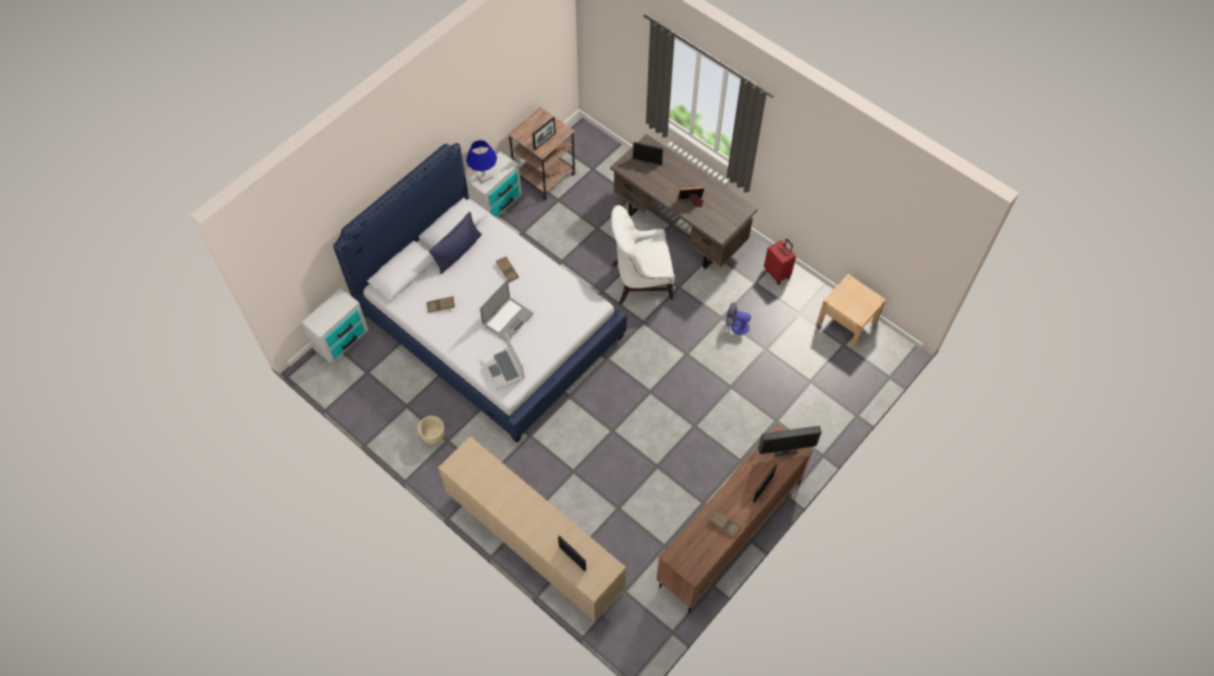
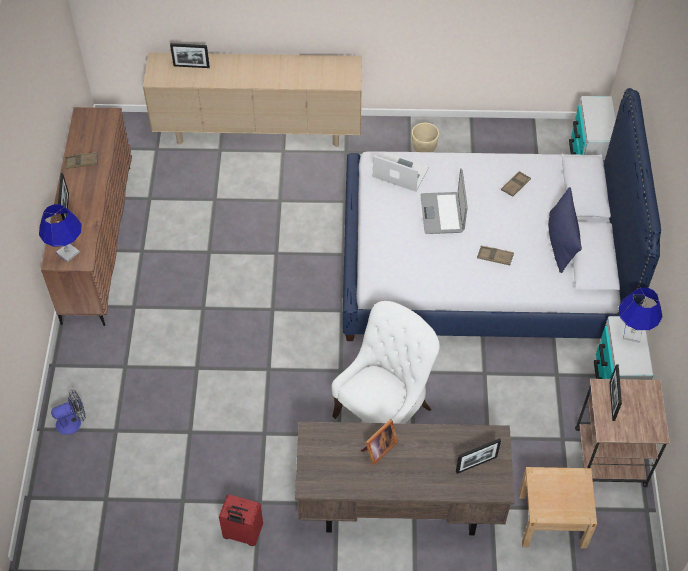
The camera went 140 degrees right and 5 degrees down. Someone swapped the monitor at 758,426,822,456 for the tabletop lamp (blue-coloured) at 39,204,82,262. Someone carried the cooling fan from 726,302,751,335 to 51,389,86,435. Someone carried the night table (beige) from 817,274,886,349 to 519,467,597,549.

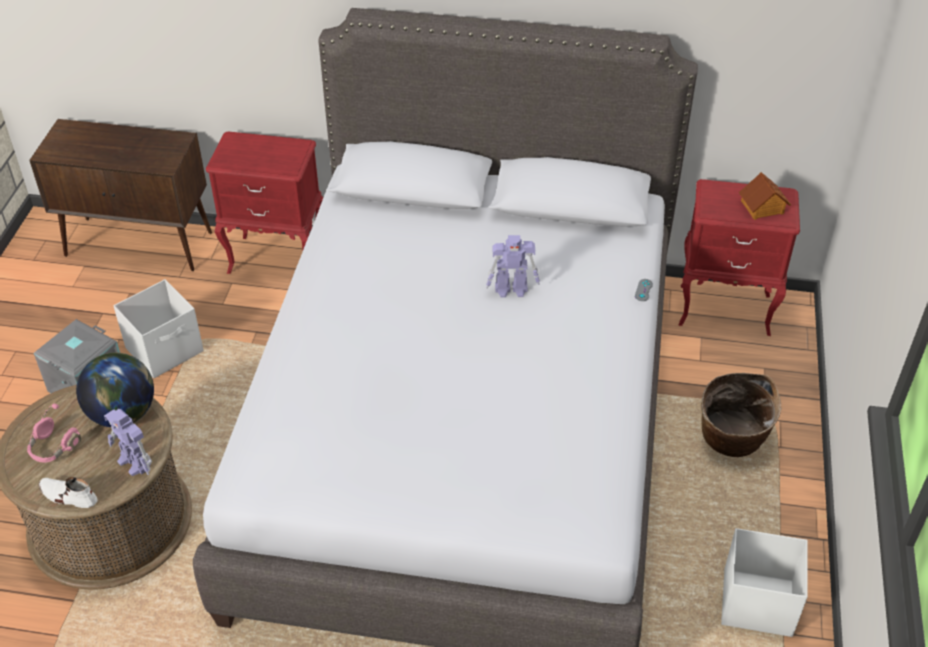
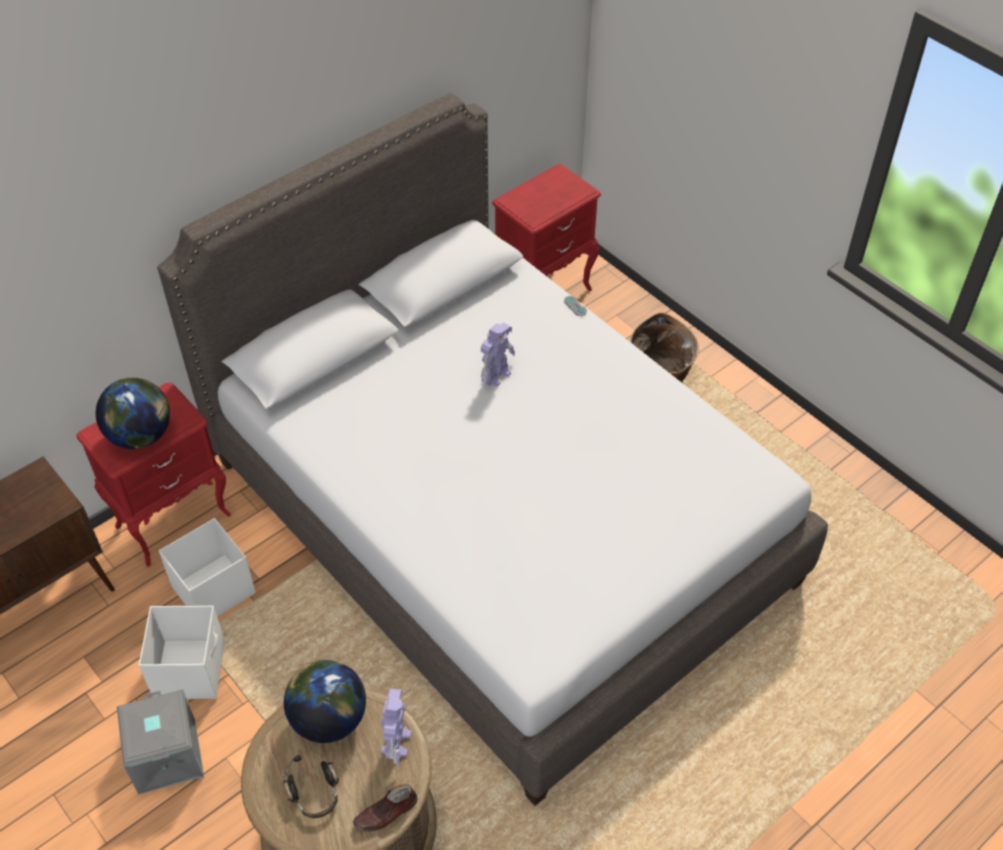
The camera went 50 degrees left and 5 degrees up. Someone put down the globe at 96,378,170,449. Someone carried the storage bin (white-coloured) from 721,528,808,637 to 159,518,256,617. Someone repainted the headset (pink-coloured) at 27,404,81,463, which became the headset (black) at 283,755,339,818. Someone repainted the low shoe (white-coloured) at 38,477,98,508, which became the low shoe (brown-coloured) at 353,784,418,831. Someone rotated the toy robot at 104,409,152,476 by 75 degrees counterclockwise. Someone took away the miniature house at 739,172,791,220.

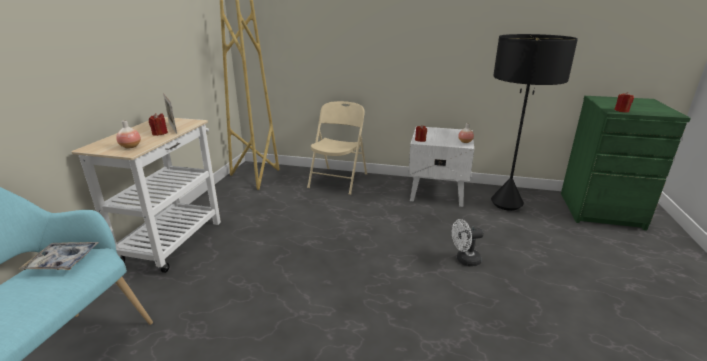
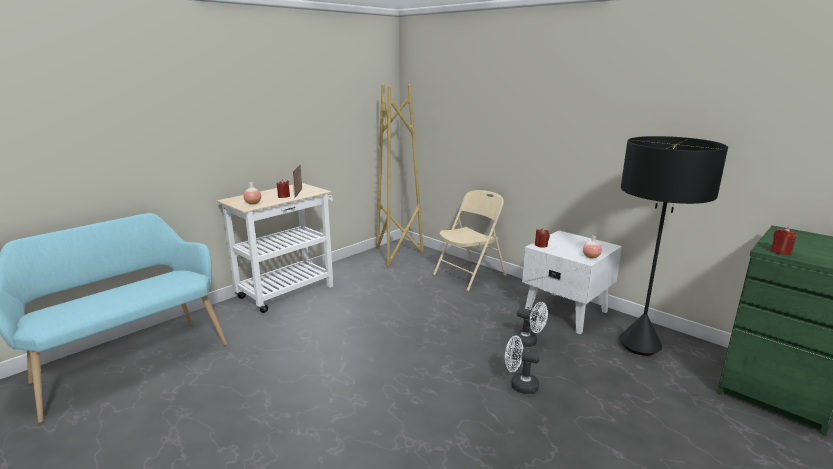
The camera went 30 degrees right and 5 degrees down. Someone put down the cooling fan (white-coloured) at 513,302,548,347. Someone took away the tray at 17,242,99,270.

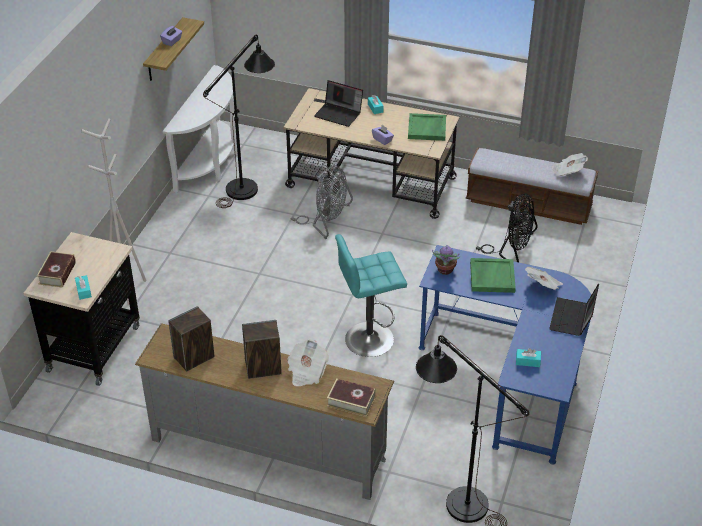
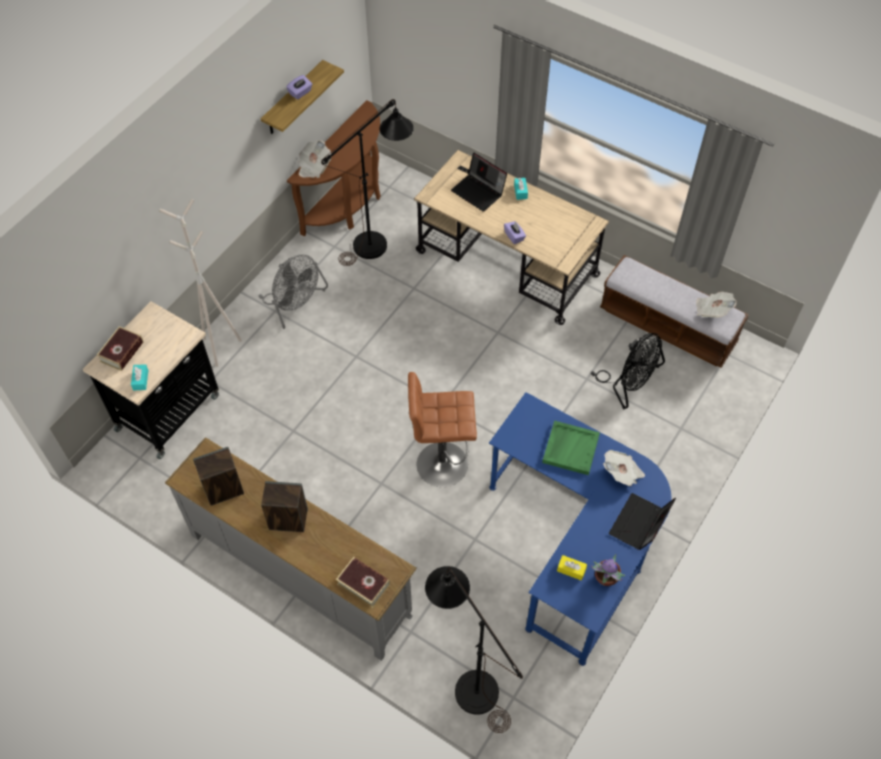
The camera went 15 degrees right and 15 degrees up. Someone carried the cooling fan (gray) from 291,165,353,239 to 258,255,328,329. Someone repainted the console table (white-coloured) at 163,65,238,193, which became the console table (brown-coloured) at 287,100,381,236. Someone carried the newspaper from 287,339,329,386 to 298,140,331,178. Someone repainted the stool (blue-green) at 335,234,407,357, which became the stool (brown-coloured) at 408,372,477,487. Someone repainted the box of tissues (blue-green) at 516,348,541,367, which became the box of tissues (yellow-coloured) at 557,555,587,580. Someone carried the potted plant from 432,245,461,275 to 591,554,625,586. Someone took away the tray (greenish) at 408,113,446,141.

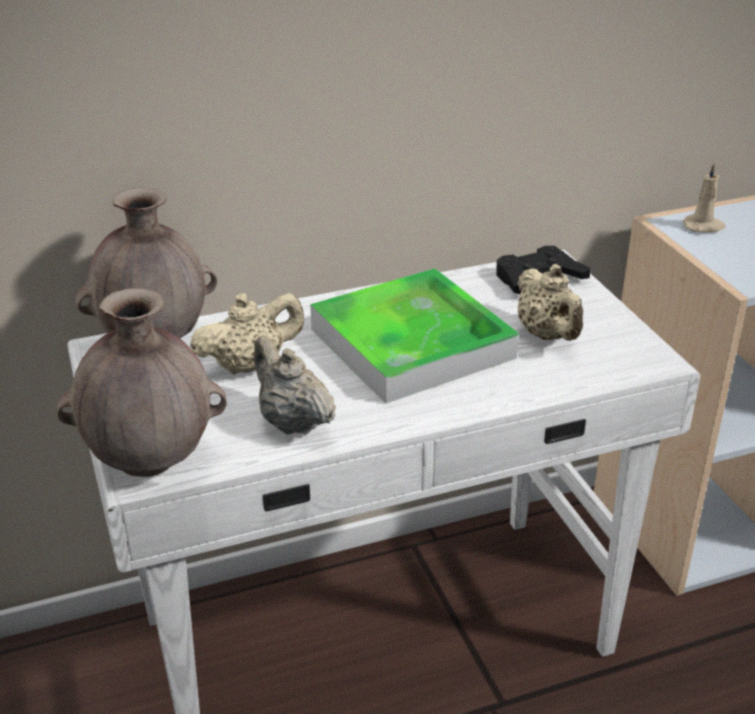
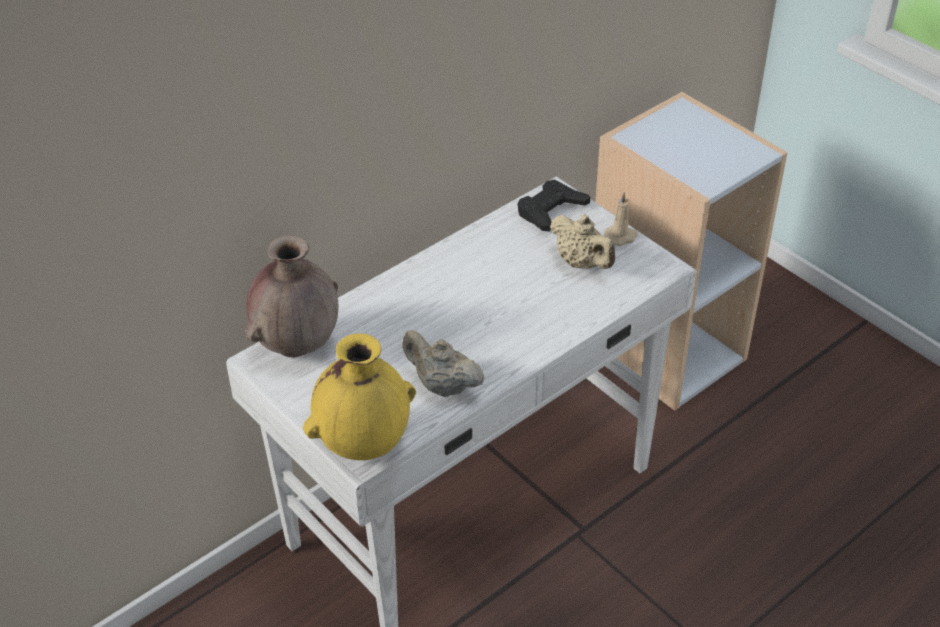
The camera went 20 degrees left and 10 degrees up. Someone repainted the flower vase (brown-coloured) at 56,288,227,477, which became the flower vase (yellow-coloured) at 303,334,416,460. Someone carried the candle (beige) from 683,162,725,232 to 604,192,638,246. Someone took away the teapot (beige) at 190,293,304,375. Someone took away the tray at 310,268,519,404.

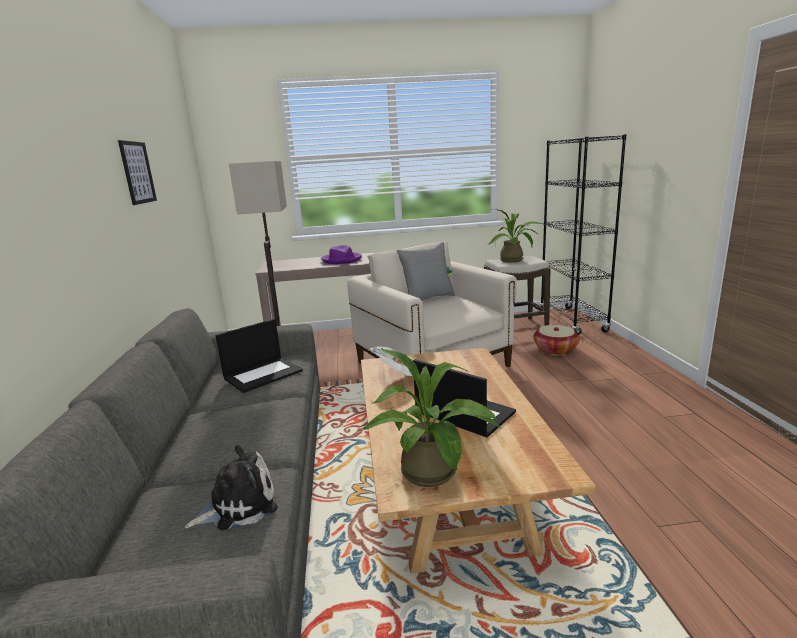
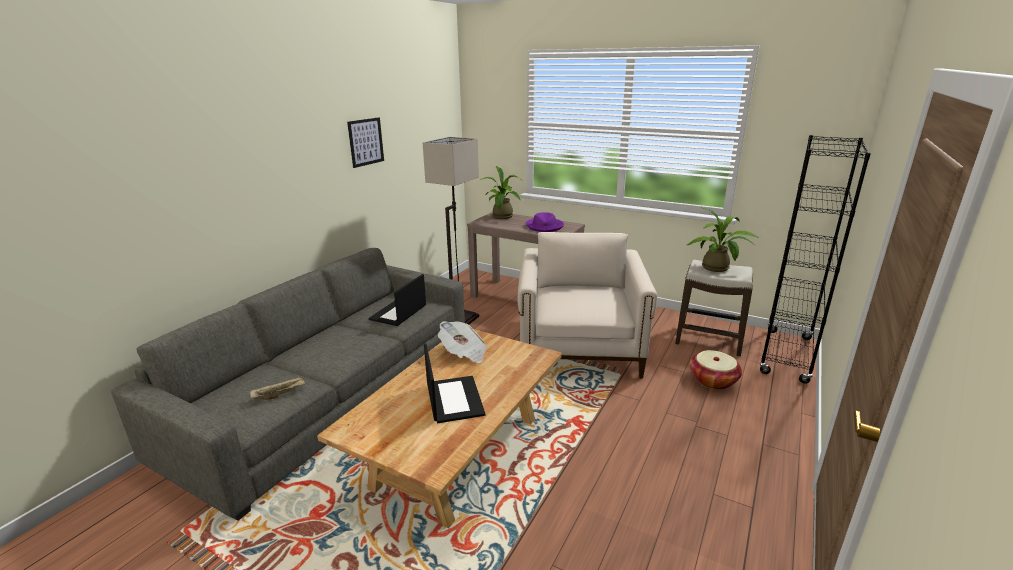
The camera went 35 degrees right and 5 degrees up. Someone swapped the soft toy at 185,445,277,530 for the tray (beige) at 250,376,305,400. Someone rotated the portable computer at 215,319,303,393 by 120 degrees clockwise. Someone carried the potted plant from 362,348,501,487 to 480,166,521,219. Someone took away the cushion (gray) at 397,242,455,300.

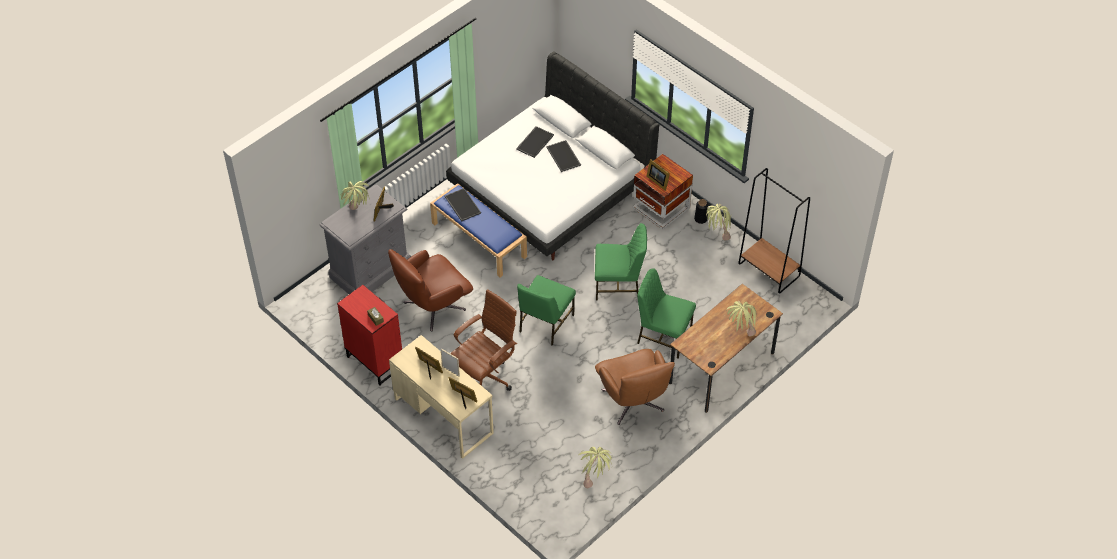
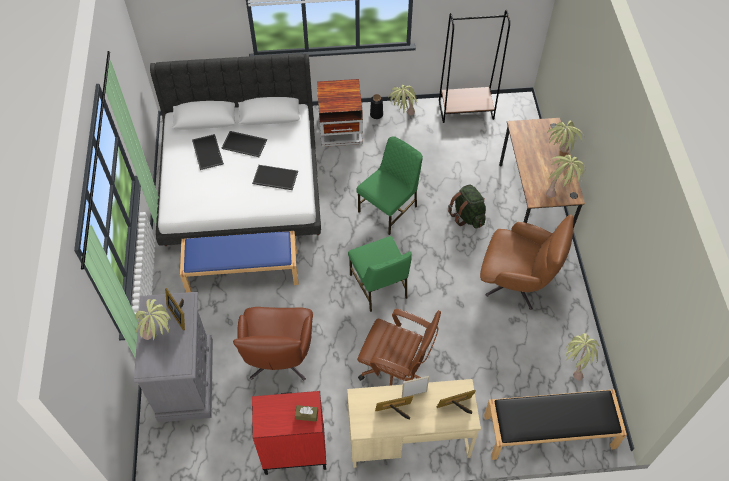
The camera went 50 degrees left and 5 degrees up. Someone carried the tray from 445,188,481,222 to 252,165,298,190. Someone rotated the computer chair (brown-coloured) at 450,289,517,391 by 120 degrees clockwise. Someone swapped the upright chair (greenish) at 637,268,696,359 for the knapsack (greenish) at 448,185,486,228. Someone put down the bench (black) at 484,389,627,460. Someone put down the potted plant at 546,155,586,198. Someone took away the picture frame at 646,159,670,191.

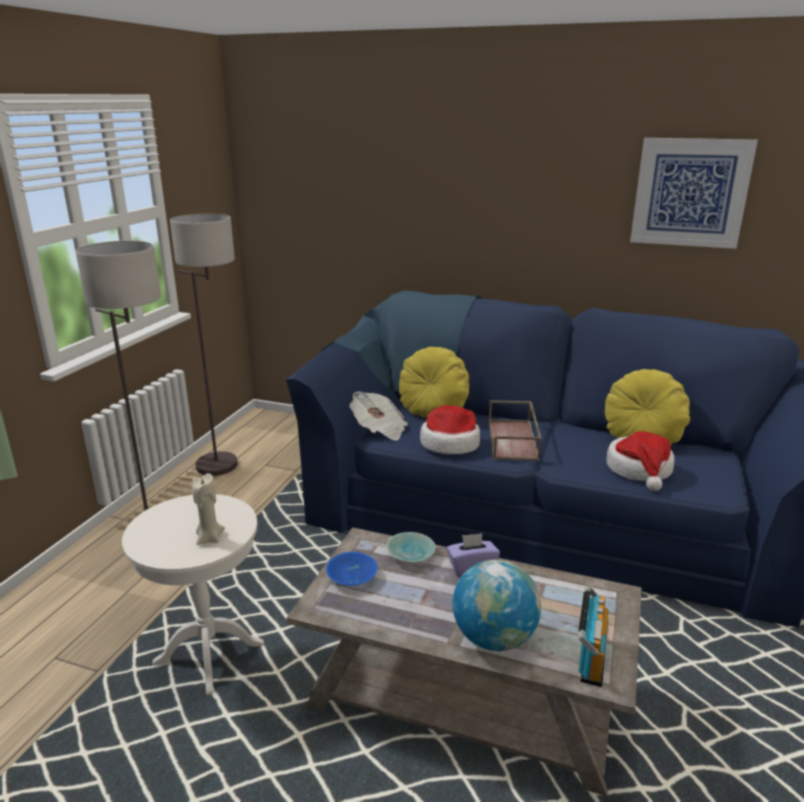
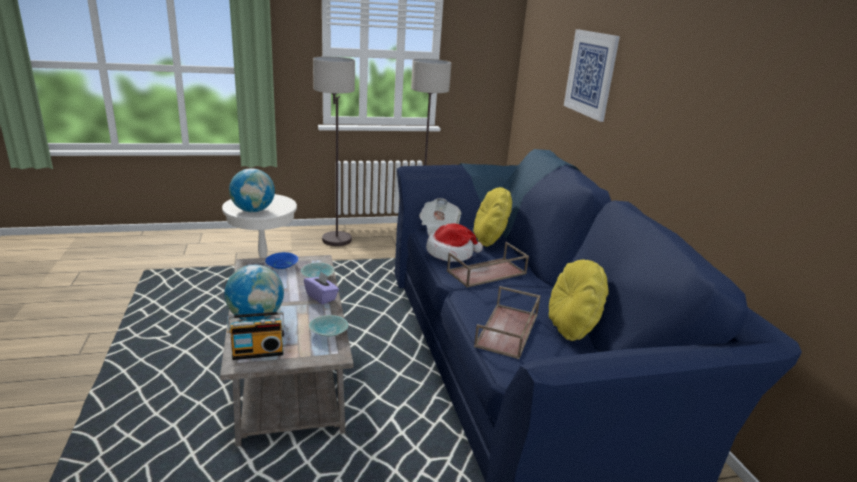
The camera went 55 degrees right and 0 degrees up. Someone swapped the candle (beige) at 192,473,225,545 for the globe at 229,168,275,212. Someone put down the serving bowl (blue-green) at 309,315,349,337. Someone swapped the clothing hat at 607,431,675,491 for the tray (brown-coloured) at 474,286,541,359. Someone carried the picture from 630,138,758,249 to 564,29,620,122.

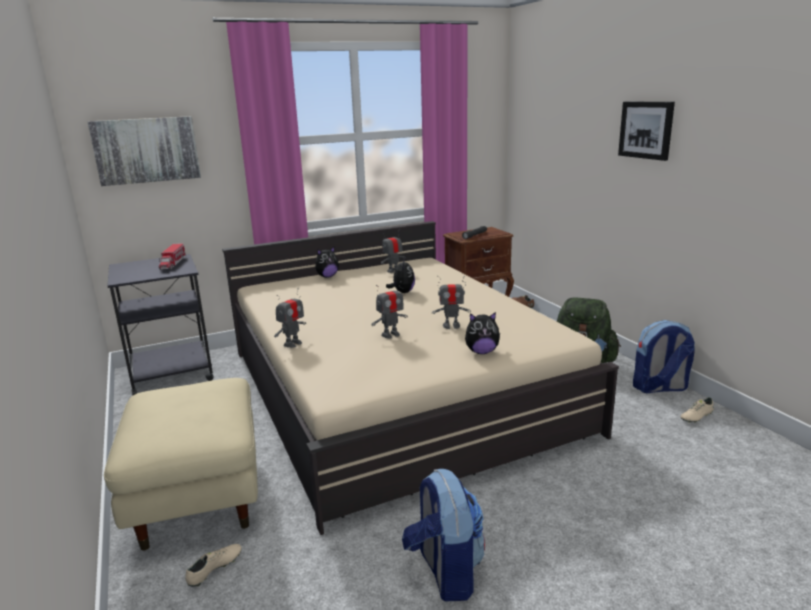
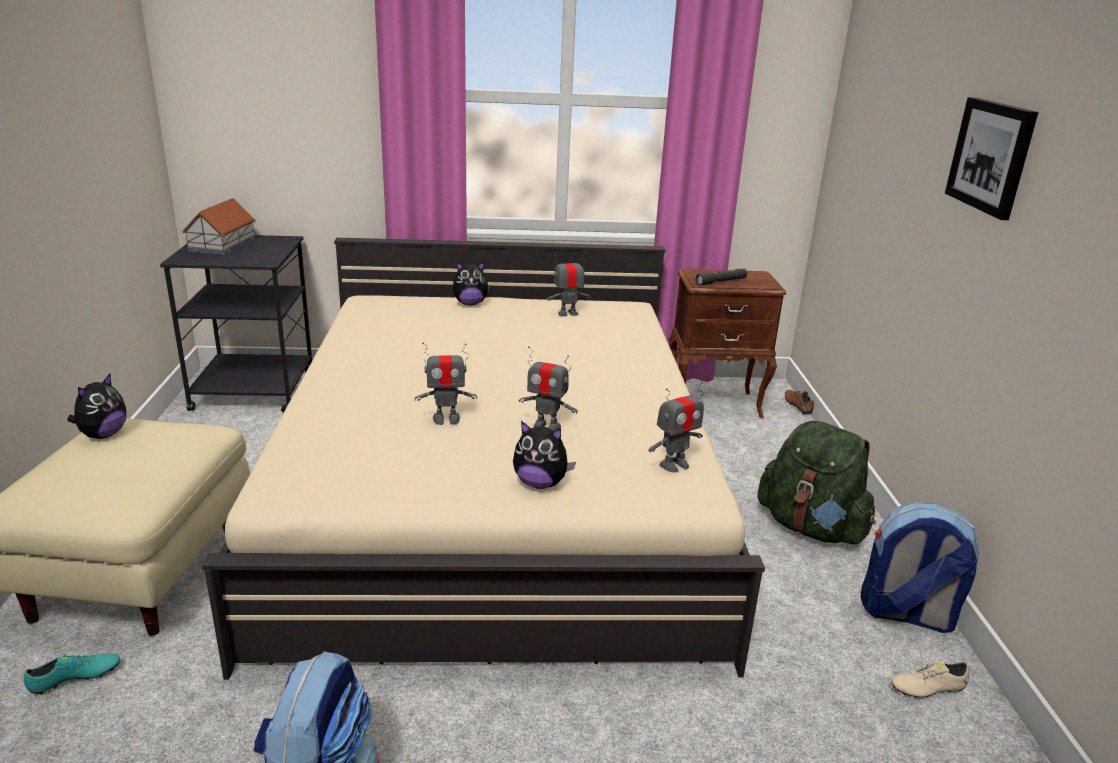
The camera went 20 degrees right and 5 degrees up. Someone repainted the low shoe (beige) at 185,544,242,587, which became the low shoe (blue-green) at 24,654,120,695. Someone carried the soft toy from 386,258,415,293 to 67,374,126,439. Someone put down the miniature house at 182,198,256,255. Someone carried the toy robot from 274,291,306,348 to 648,382,704,472. Someone took away the picture at 88,116,201,186. Someone took away the toy truck at 159,243,186,270.

